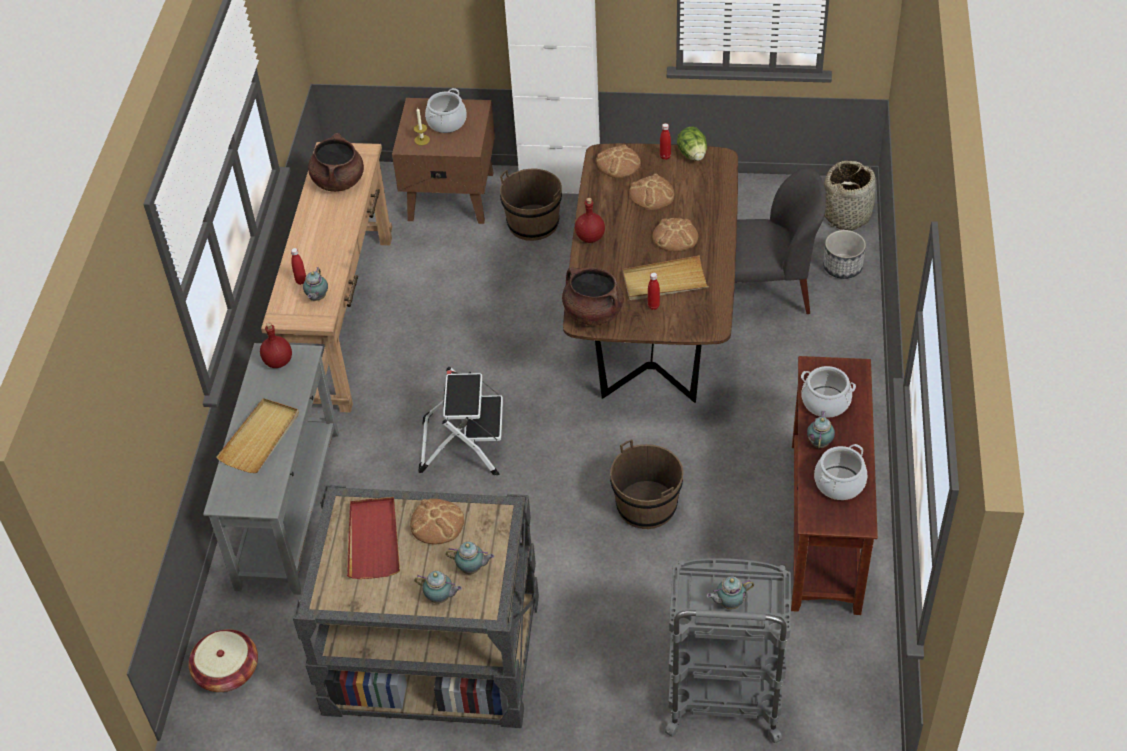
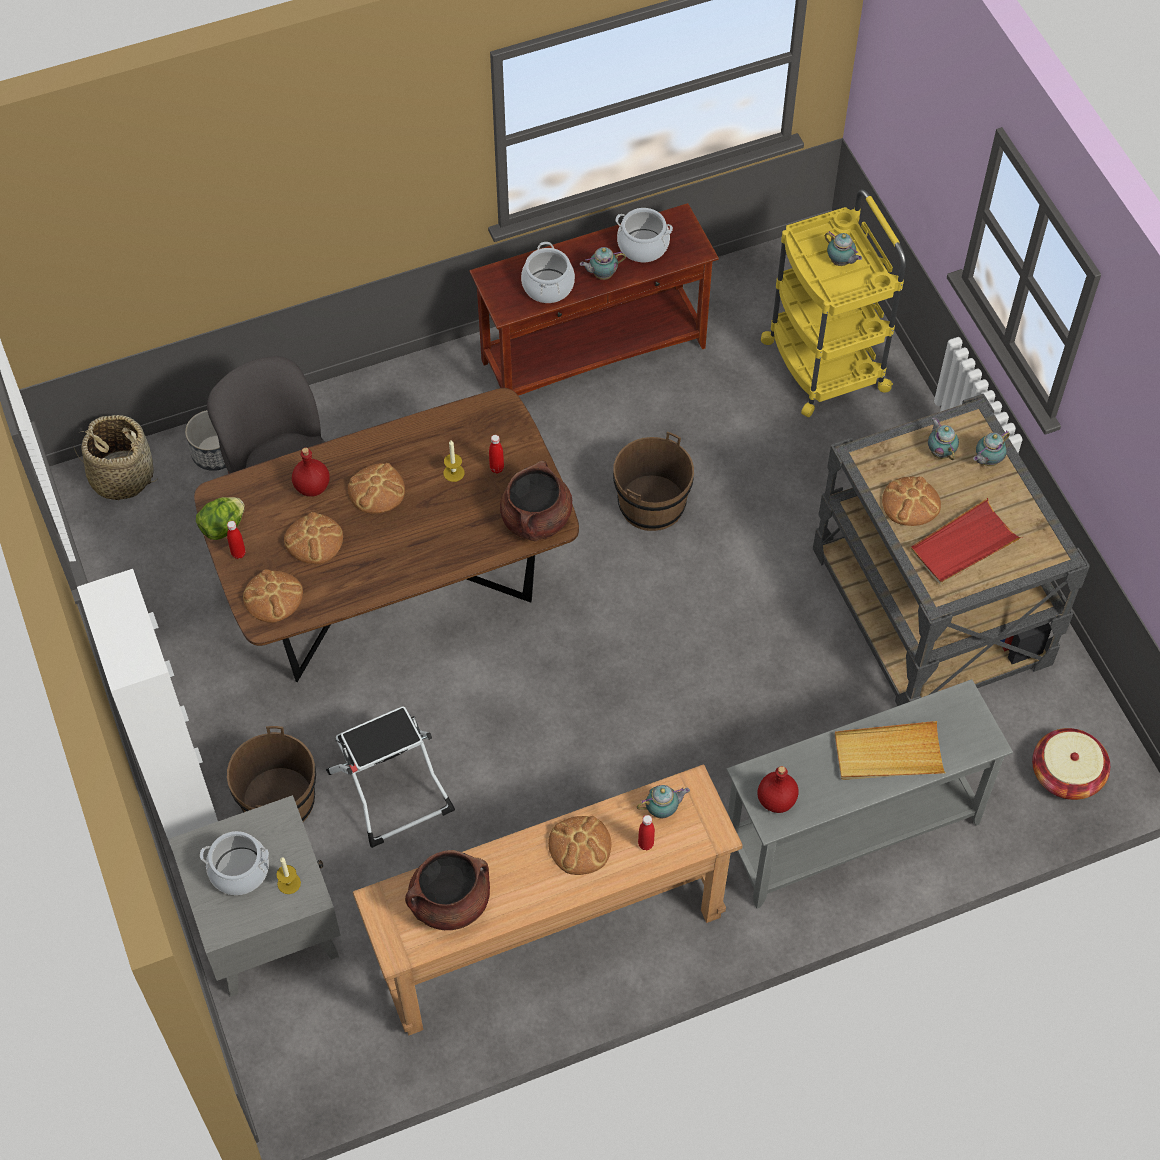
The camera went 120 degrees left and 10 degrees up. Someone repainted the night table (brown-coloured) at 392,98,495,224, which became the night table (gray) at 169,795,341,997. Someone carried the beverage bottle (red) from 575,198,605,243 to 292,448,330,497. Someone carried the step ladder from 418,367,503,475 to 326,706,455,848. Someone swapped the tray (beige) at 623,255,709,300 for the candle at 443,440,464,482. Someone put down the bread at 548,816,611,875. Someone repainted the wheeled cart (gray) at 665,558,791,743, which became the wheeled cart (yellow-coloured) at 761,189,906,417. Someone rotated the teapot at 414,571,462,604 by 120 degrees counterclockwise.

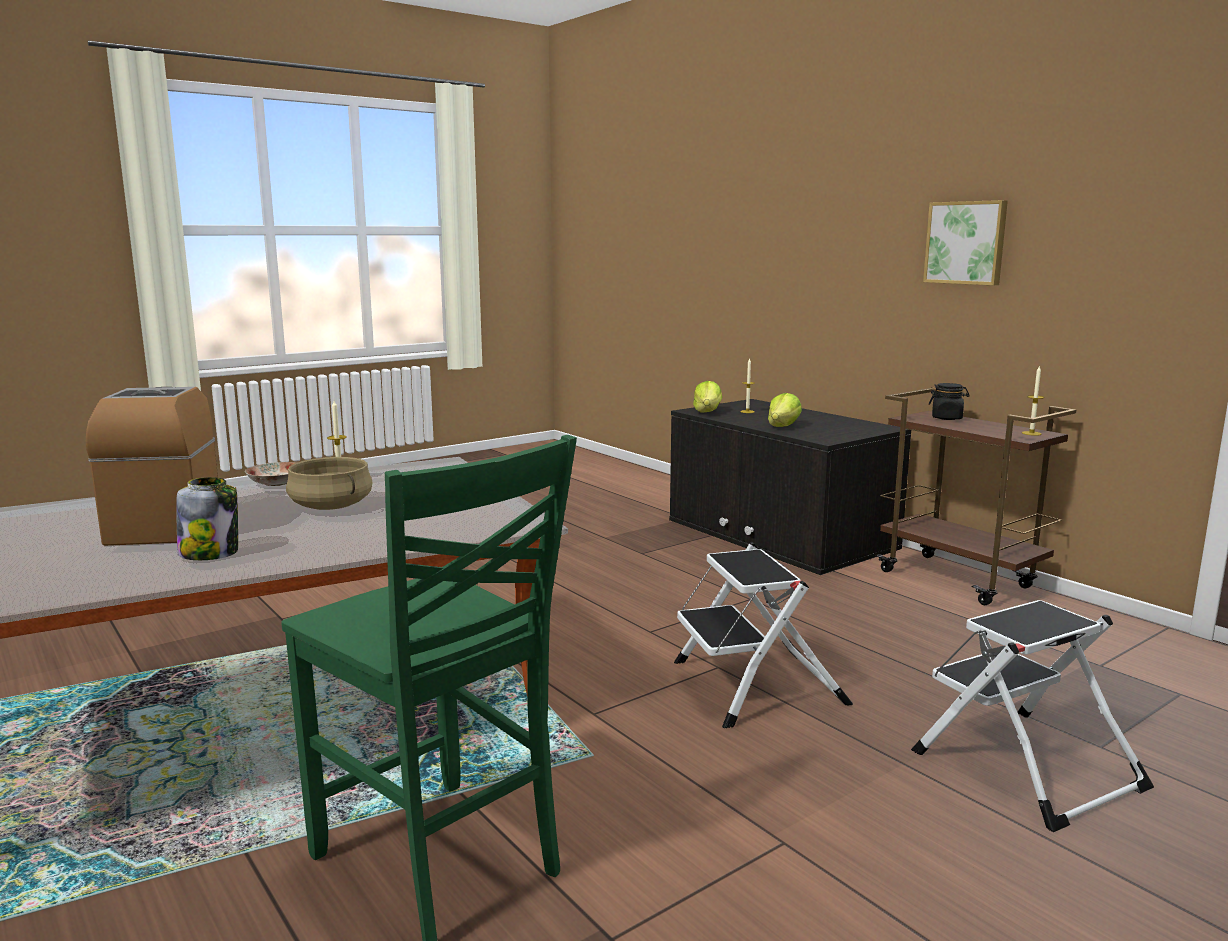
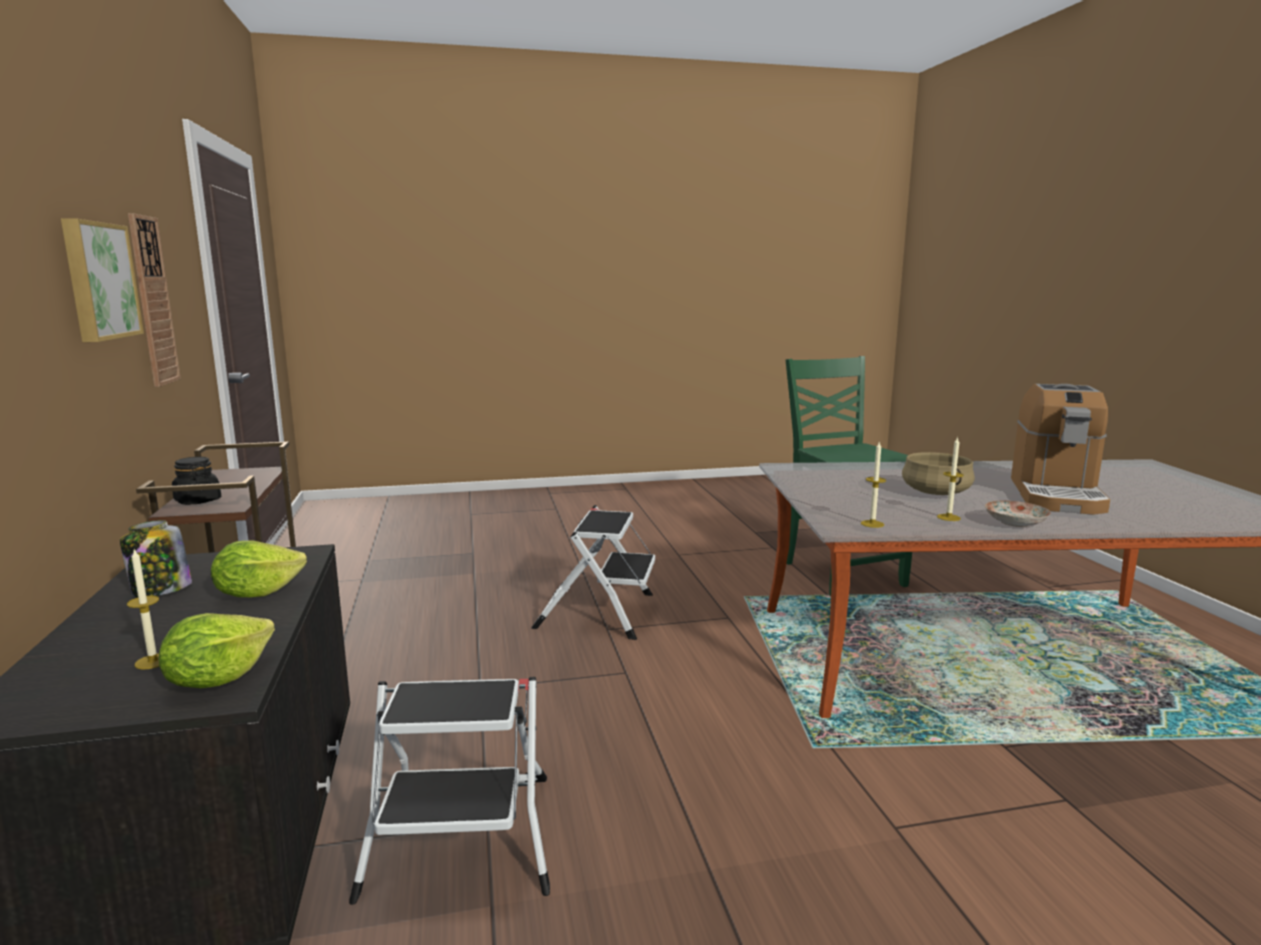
The camera went 155 degrees left and 0 degrees up. Someone carried the jar from 176,477,238,560 to 120,520,192,598. Someone put up the wall clock at 128,213,181,387. Someone carried the step ladder from 911,600,1154,832 to 349,677,550,905. Someone carried the candle from 1022,365,1044,436 to 861,442,886,528.

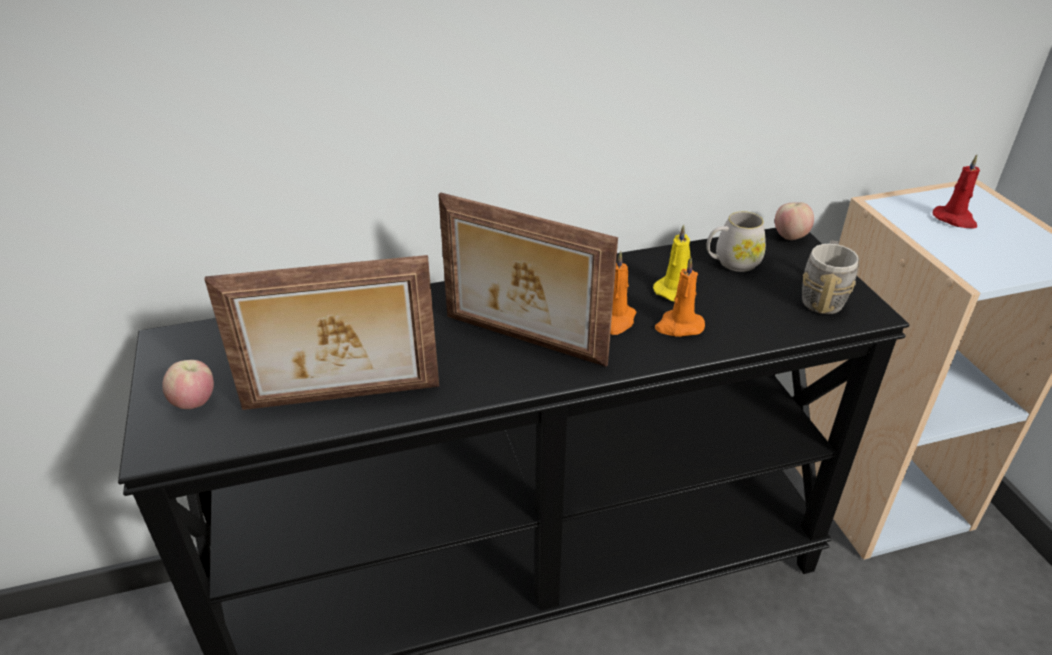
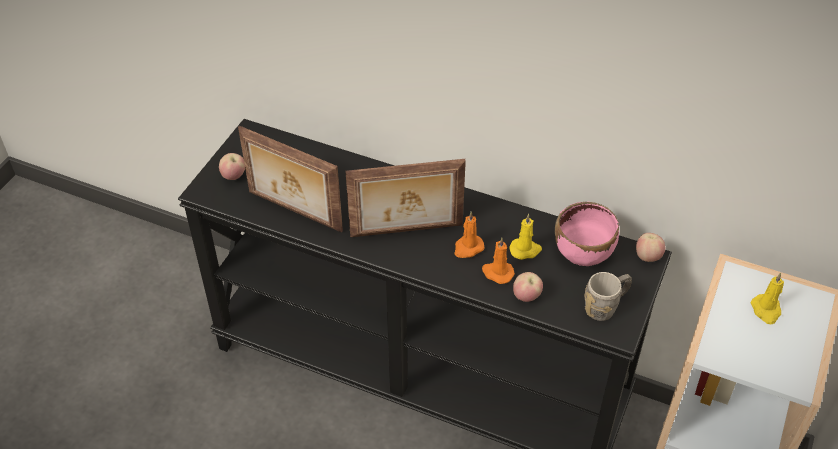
The camera went 40 degrees right and 10 degrees up. Someone rotated the picture frame at 438,192,618,367 by 75 degrees counterclockwise. Someone put down the whole apple at 513,272,543,302. Someone swapped the coffee mug (white-coloured) at 706,211,766,272 for the serving bowl (pink-coloured) at 555,202,619,266. Someone repainted the candle (red) at 933,155,980,229, which became the candle (yellow-coloured) at 750,273,784,324.

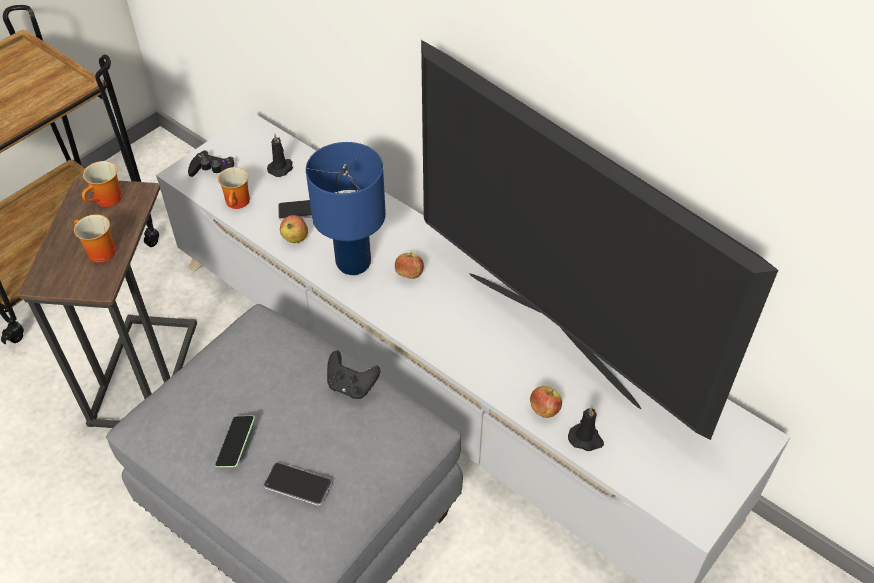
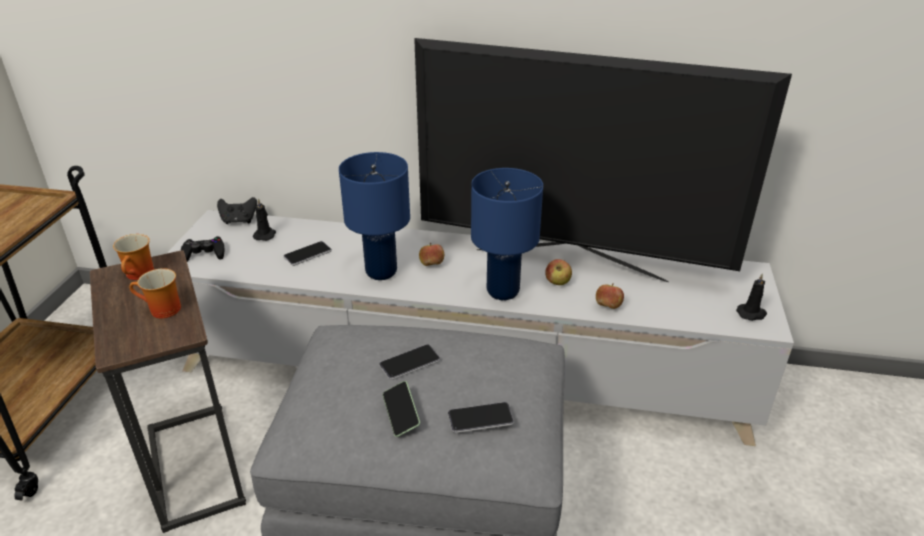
The camera went 30 degrees left and 15 degrees down. Someone carried the game controller (black) from 327,350,380,399 to 217,197,257,224. Someone put down the telephone at 379,344,440,380. Someone put down the tabletop lamp (blue-coloured) at 471,168,543,301. Someone carried the whole apple from 280,215,308,243 to 545,259,572,285. Someone carried the candle (black) from 568,406,604,451 to 736,273,767,321. Someone took away the coffee mug at 218,167,250,209.

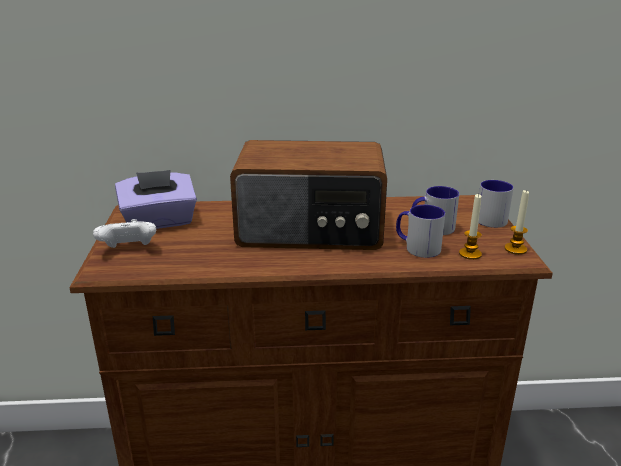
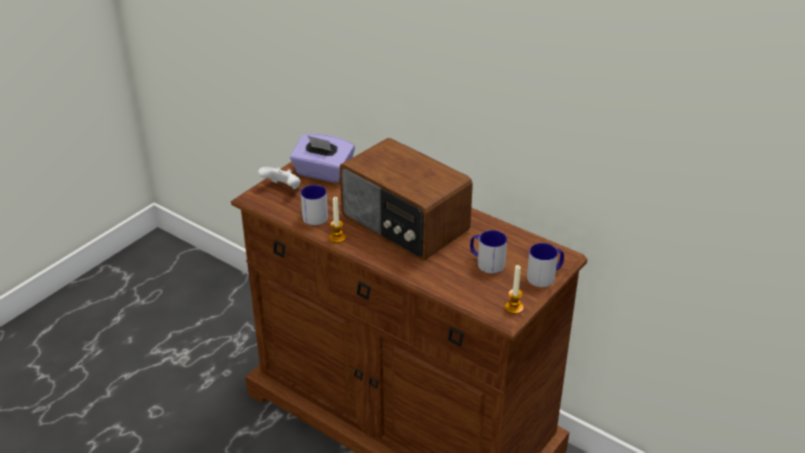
The camera went 40 degrees right and 10 degrees up. Someone carried the coffee mug from 396,205,445,258 to 301,185,328,225. Someone carried the candle from 459,194,482,260 to 329,197,346,243.

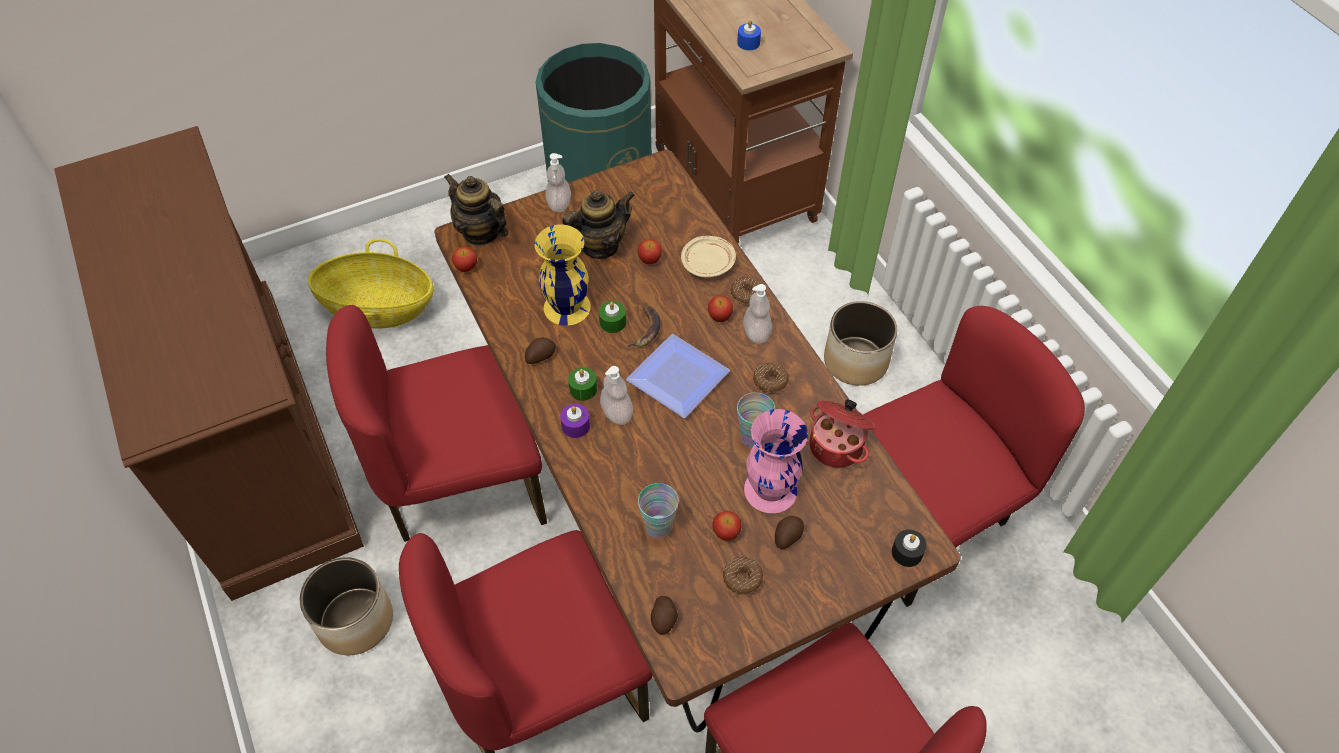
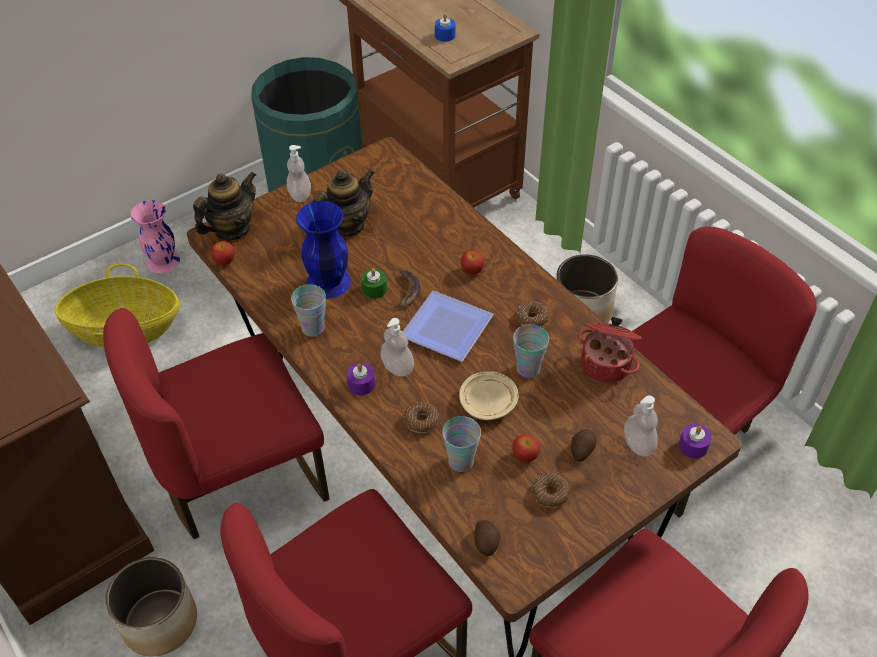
The camera went 10 degrees left and 5 degrees down. Someone carried the flower vase (pink-coloured) from 744,409,808,513 to 131,200,180,273. Someone rotated the teapot at 444,174,509,246 by 105 degrees clockwise. Someone swapped the whole potato at 525,337,556,364 for the small cup at 291,284,326,337. Someone repainted the flower vase (yellow-coloured) at 534,225,591,326, which became the flower vase (blue-coloured) at 296,201,351,299. Someone carried the doughnut from 730,277,761,305 to 403,402,440,433. Someone carried the plate (beige) from 681,236,736,278 to 459,371,519,420. Someone carried the liquid soap bottle from 743,284,772,344 to 624,395,658,457. Someone repainted the candle (black) at 892,530,927,567, which became the candle (purple) at 679,424,712,459. Someone took away the candle (greenish) at 568,367,597,401. Someone took away the whole apple at 638,239,662,264.

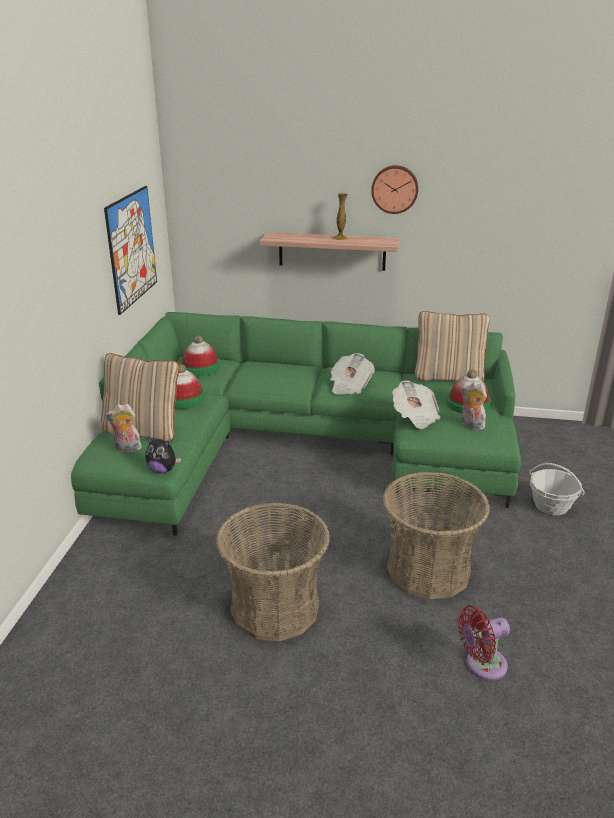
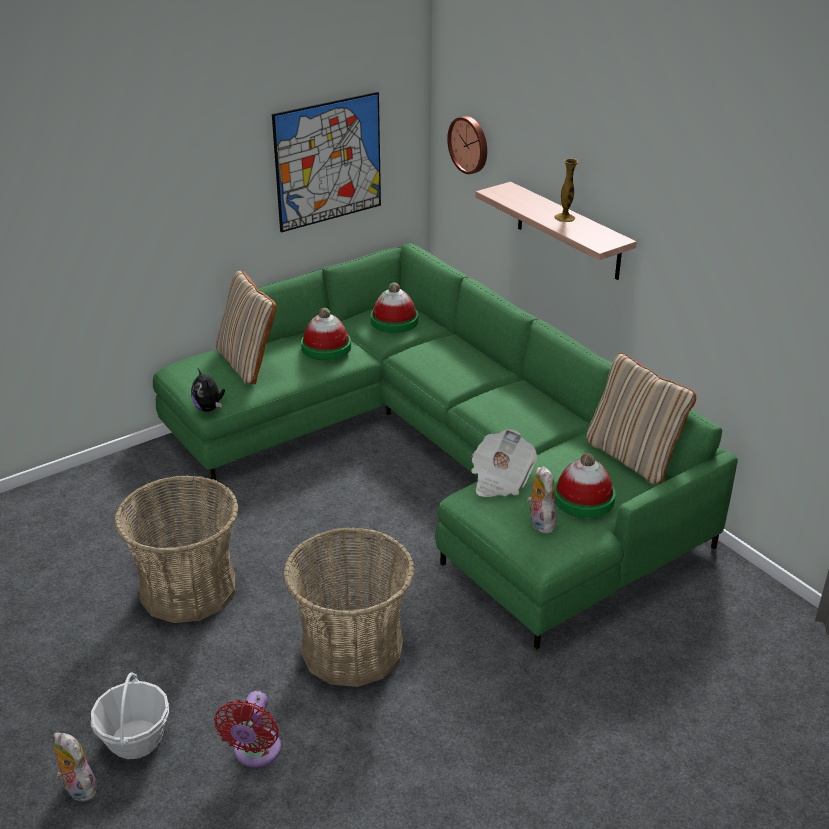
The camera went 45 degrees right and 5 degrees up. Someone carried the soft toy from 105,404,142,453 to 53,733,97,802. Someone carried the storage basket from 529,463,585,515 to 91,672,169,759. Someone rotated the cooling fan (red) at 458,605,510,680 by 105 degrees counterclockwise. Someone carried the wall clock from 371,165,418,214 to 447,116,487,174. Someone took away the newspaper at 330,353,375,395.

